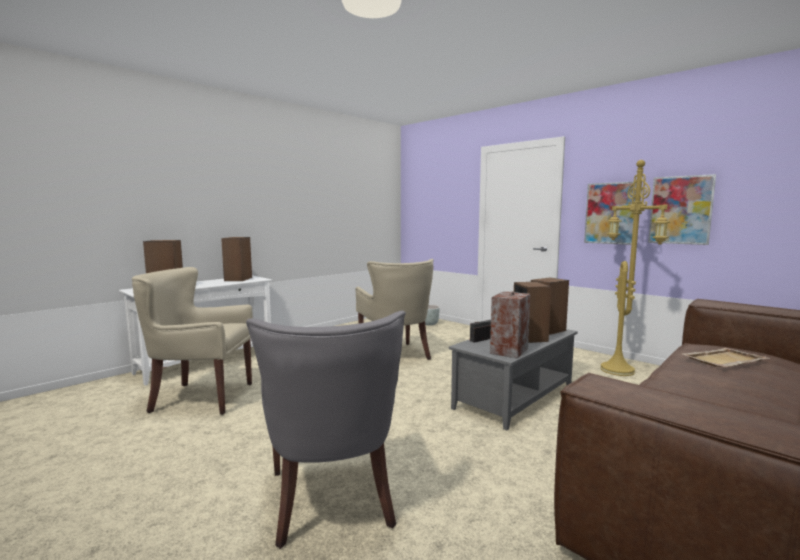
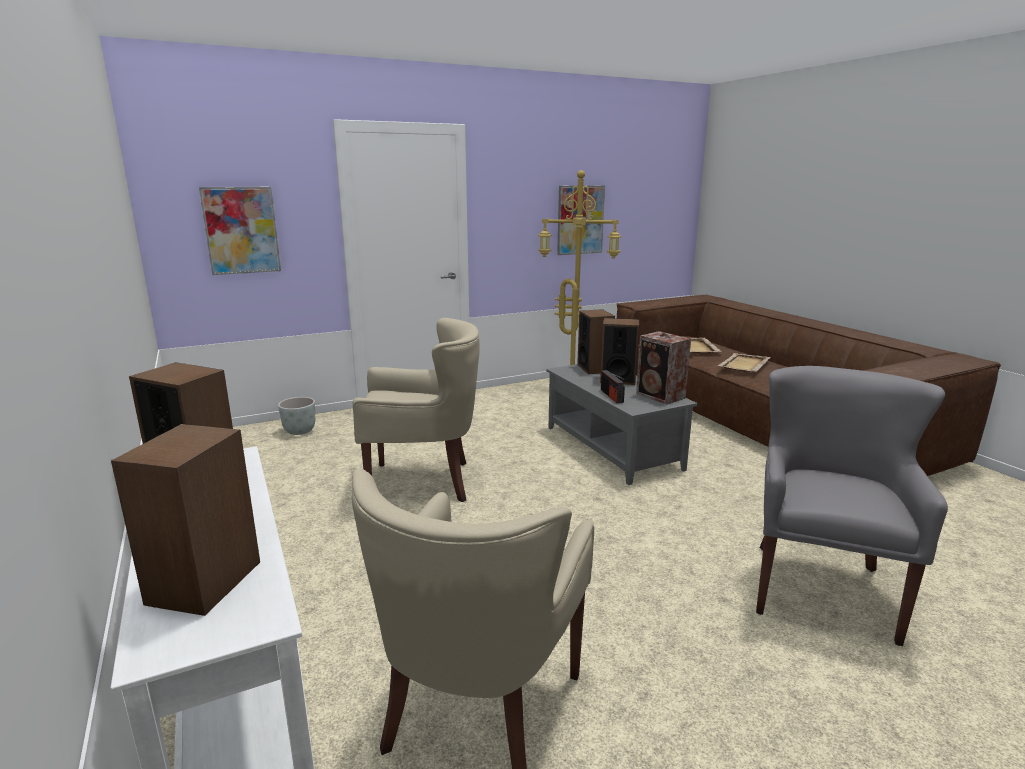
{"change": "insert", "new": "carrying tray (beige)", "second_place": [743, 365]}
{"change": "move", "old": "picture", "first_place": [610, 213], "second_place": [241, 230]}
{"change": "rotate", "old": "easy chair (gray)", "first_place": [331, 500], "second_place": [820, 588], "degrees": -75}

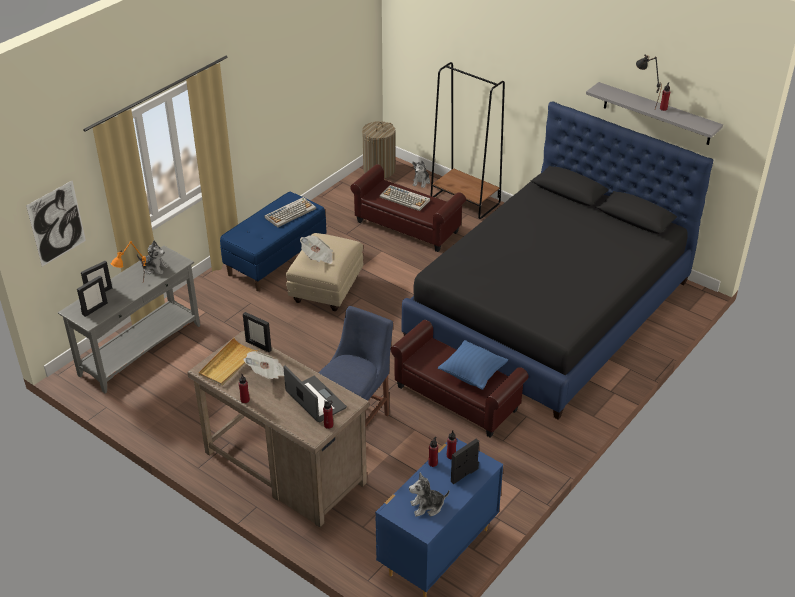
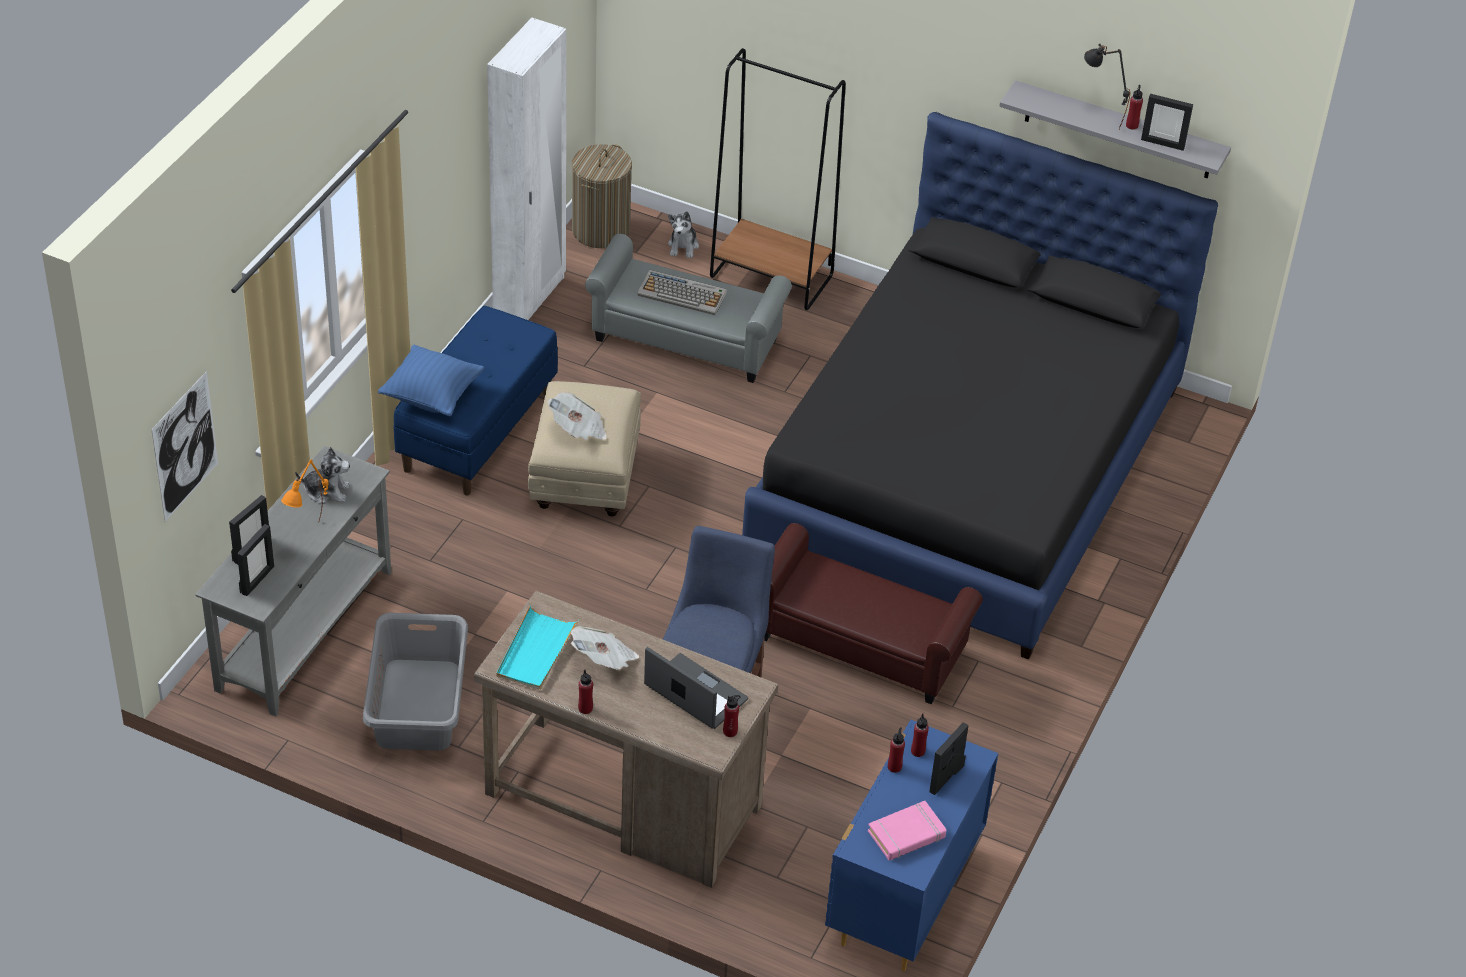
{"change": "delete", "old": "keyboard", "first_place": [290, 213]}
{"change": "insert", "new": "washing basket (gray)", "second_place": [419, 704]}
{"change": "insert", "new": "wardrobe (whitish)", "second_place": [530, 297]}
{"change": "move", "old": "picture frame", "first_place": [259, 345], "second_place": [1163, 143]}
{"change": "move", "old": "pillow (blue-coloured)", "first_place": [472, 375], "second_place": [432, 396]}
{"change": "replace", "old": "plush toy", "new": "book (pink-coloured)", "first_place": [427, 506], "second_place": [907, 835]}
{"change": "recolor", "old": "carrying tray (beige)", "new": "carrying tray (turquoise-coloured)", "first_place": [228, 364], "second_place": [536, 651]}
{"change": "recolor", "old": "ottoman (brown)", "new": "ottoman (gray)", "first_place": [407, 227], "second_place": [686, 340]}

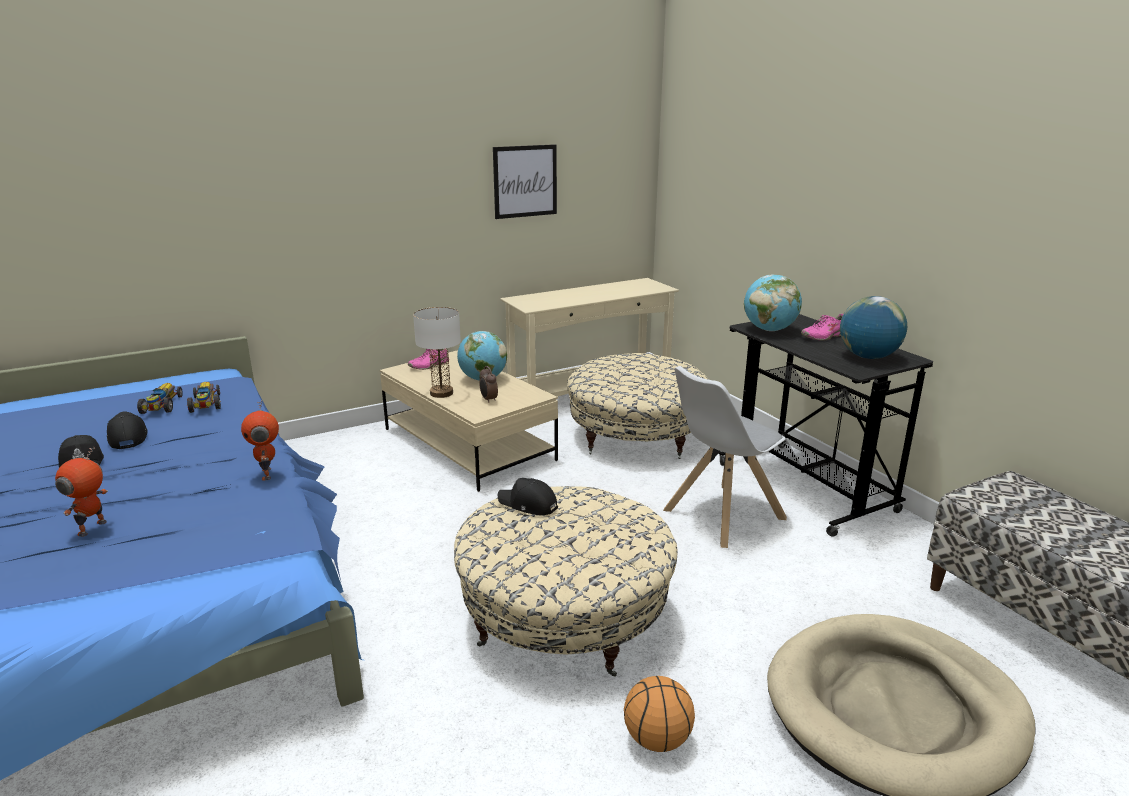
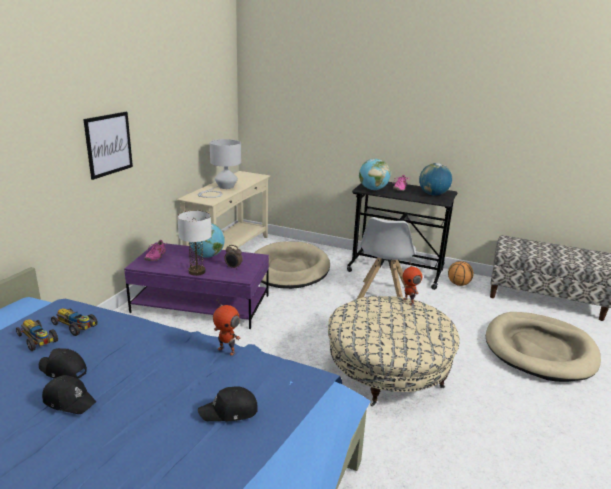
{"change": "insert", "new": "lamp for a table (whitish)", "second_place": [220, 189]}
{"change": "move", "old": "toy robot", "first_place": [93, 528], "second_place": [409, 301]}
{"change": "move", "old": "picture", "first_place": [525, 181], "second_place": [109, 144]}
{"change": "move", "old": "baseball cap (blackish)", "first_place": [528, 504], "second_place": [229, 411]}
{"change": "move", "old": "basketball", "first_place": [658, 740], "second_place": [459, 284]}
{"change": "replace", "old": "ottoman (beige)", "new": "dog bed (beige)", "first_place": [636, 436], "second_place": [289, 269]}
{"change": "recolor", "old": "coffee table (beige)", "new": "coffee table (purple)", "first_place": [468, 444], "second_place": [201, 304]}

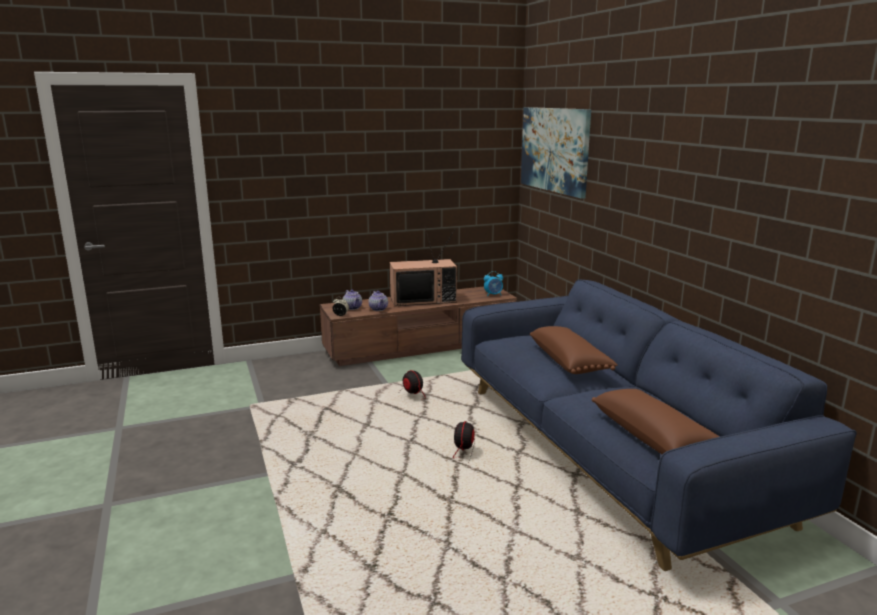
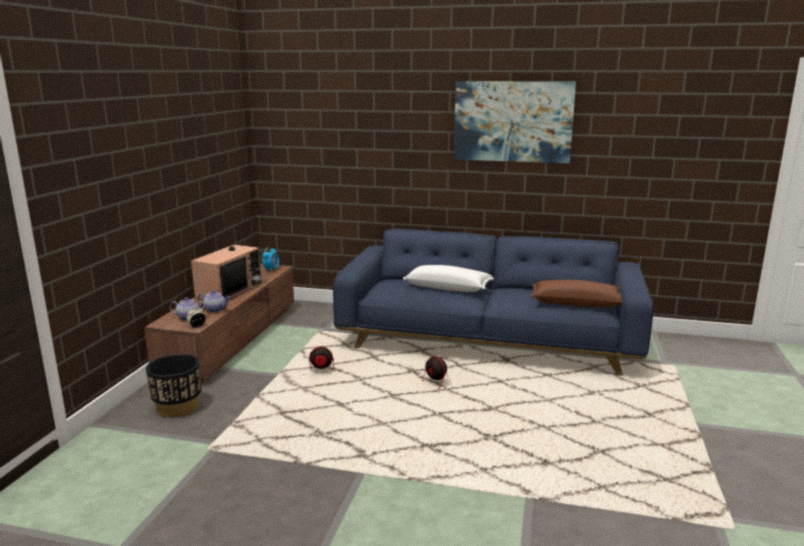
{"change": "insert", "new": "flower pot (blackish)", "second_place": [178, 407]}
{"change": "move", "old": "picture", "first_place": [554, 149], "second_place": [512, 121]}
{"change": "recolor", "old": "pillow (brown)", "new": "pillow (whitish)", "first_place": [570, 362], "second_place": [448, 288]}

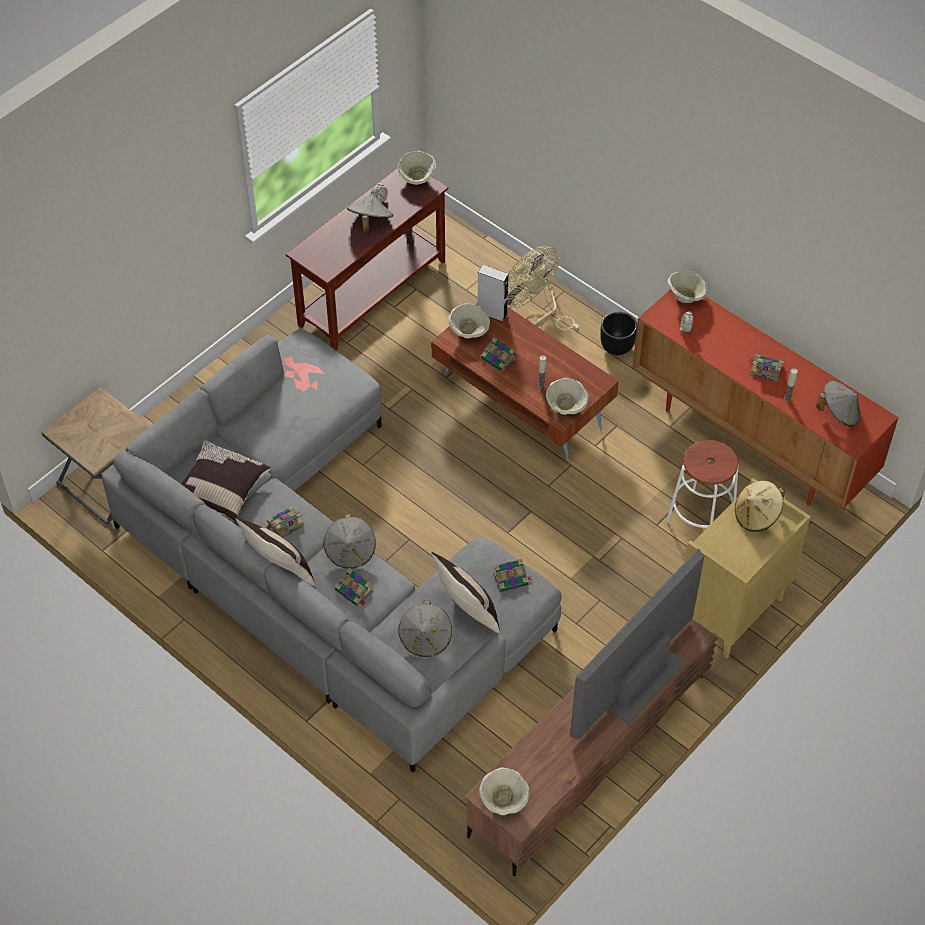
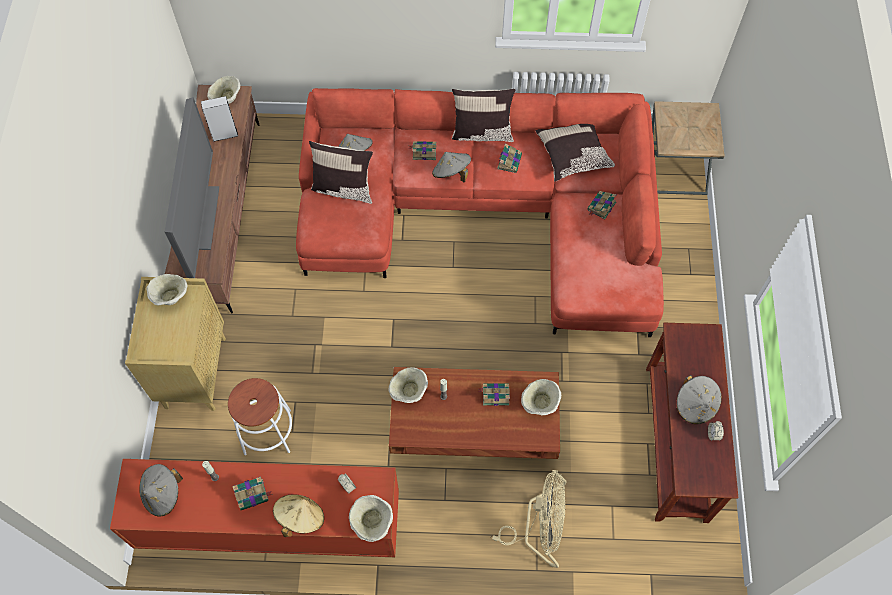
{"change": "delete", "old": "flower pot (blackish)", "first_place": [617, 348]}
{"change": "move", "old": "serving bowl (beige)", "first_place": [417, 179], "second_place": [170, 296]}
{"change": "move", "old": "speaker (gray)", "first_place": [492, 313], "second_place": [224, 135]}
{"change": "move", "old": "book", "first_place": [511, 579], "second_place": [601, 207]}
{"change": "move", "old": "hat (beige)", "first_place": [757, 515], "second_place": [300, 518]}
{"change": "recolor", "old": "sofa (gray)", "new": "sofa (red)", "first_place": [322, 567], "second_place": [488, 210]}

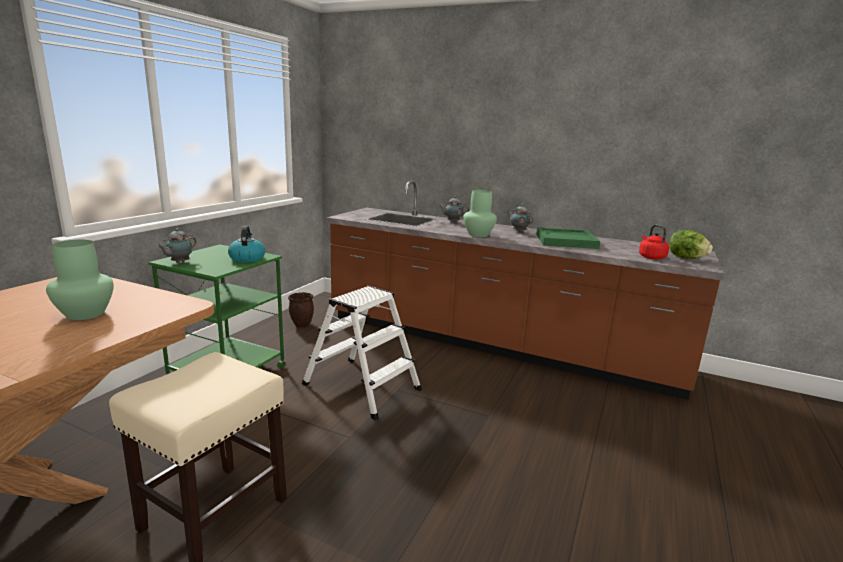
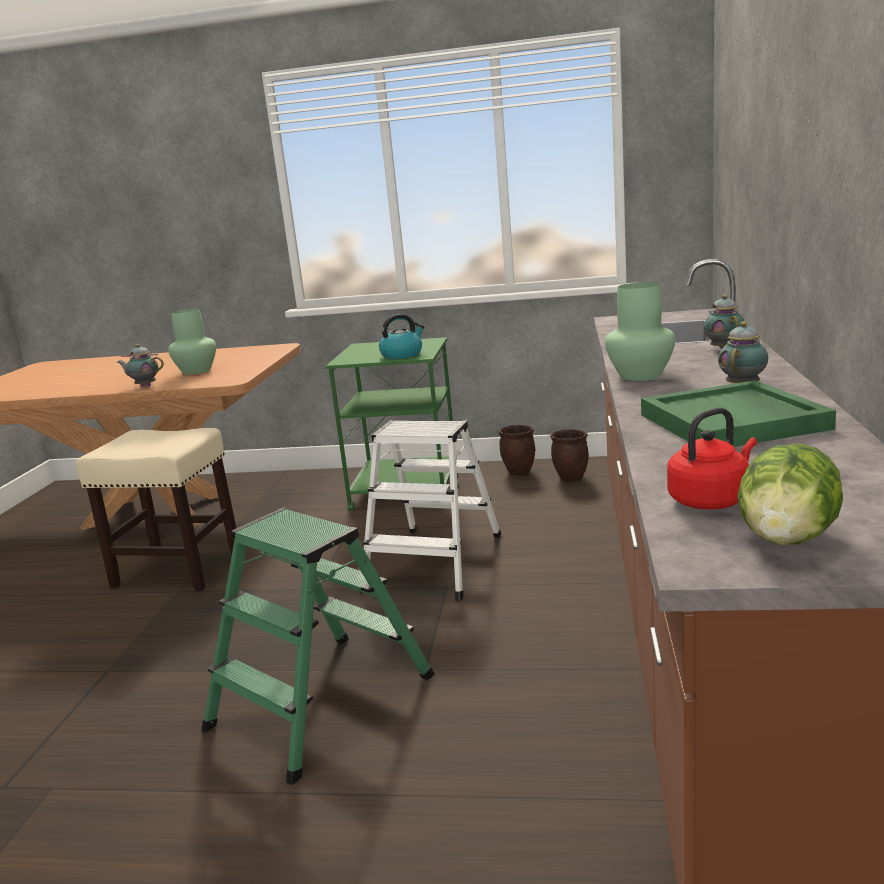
{"change": "insert", "new": "step ladder (green-coloured)", "second_place": [322, 701]}
{"change": "insert", "new": "flower pot (brown)", "second_place": [519, 471]}
{"change": "move", "old": "tea pot", "first_place": [179, 262], "second_place": [144, 386]}

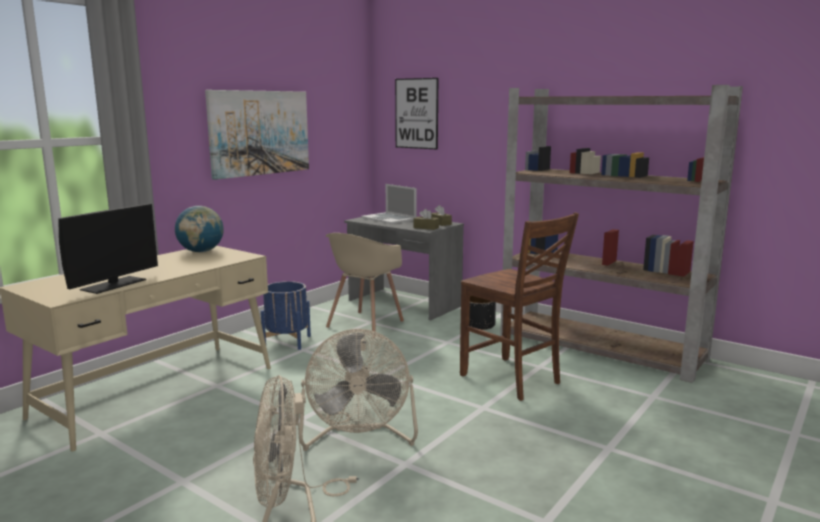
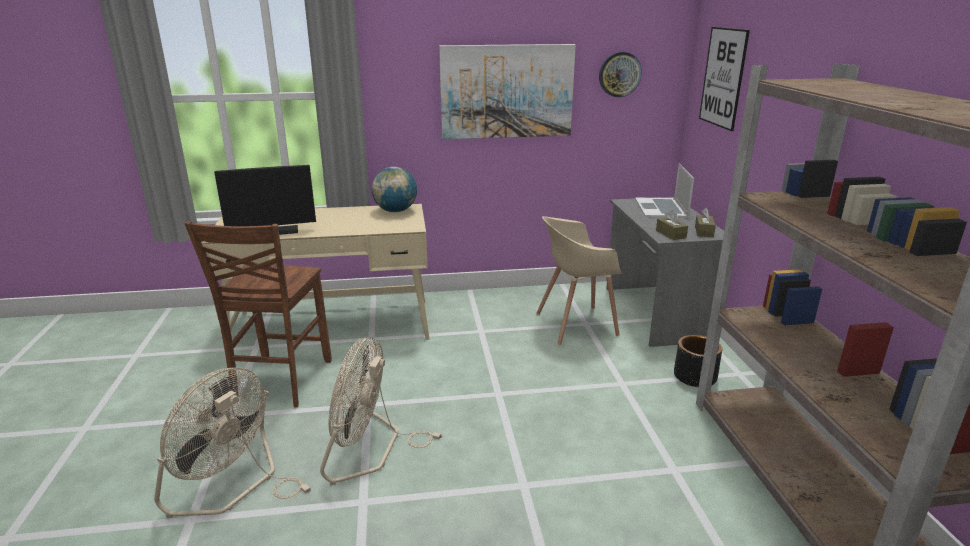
{"change": "delete", "old": "flower pot (blue-coloured)", "first_place": [287, 342]}
{"change": "insert", "new": "hanging clock", "second_place": [619, 74]}
{"change": "move", "old": "plain chair (brown)", "first_place": [511, 379], "second_place": [280, 382]}
{"change": "rotate", "old": "cooling fan (beige)", "first_place": [354, 436], "second_place": [375, 446], "degrees": 60}

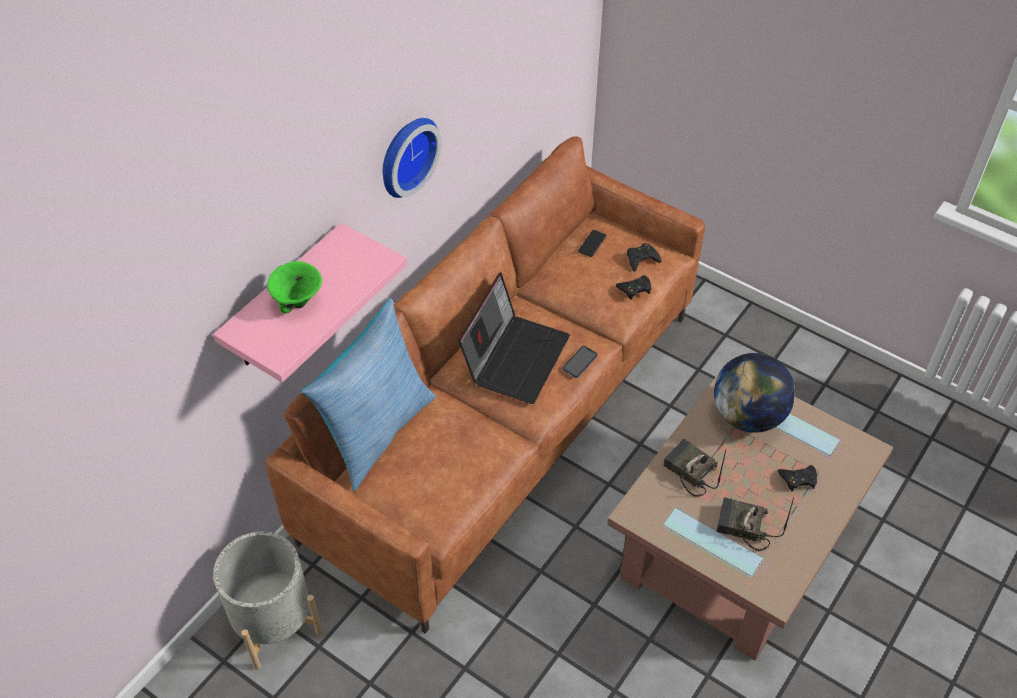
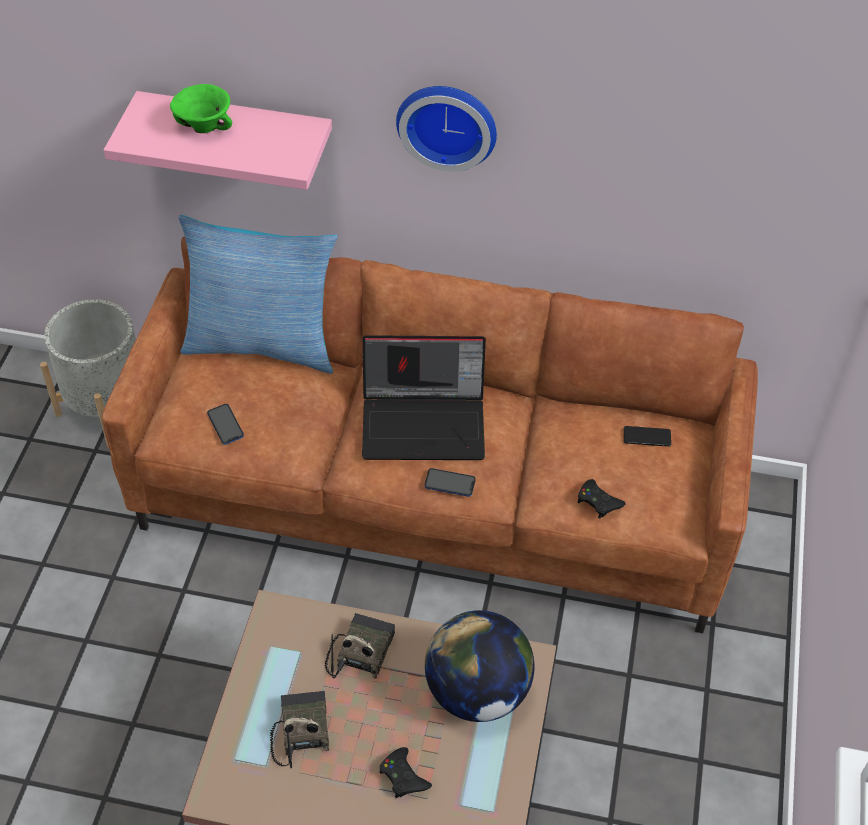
{"change": "delete", "old": "gamepad (blackish)", "first_place": [641, 259]}
{"change": "insert", "new": "phone", "second_place": [225, 425]}

